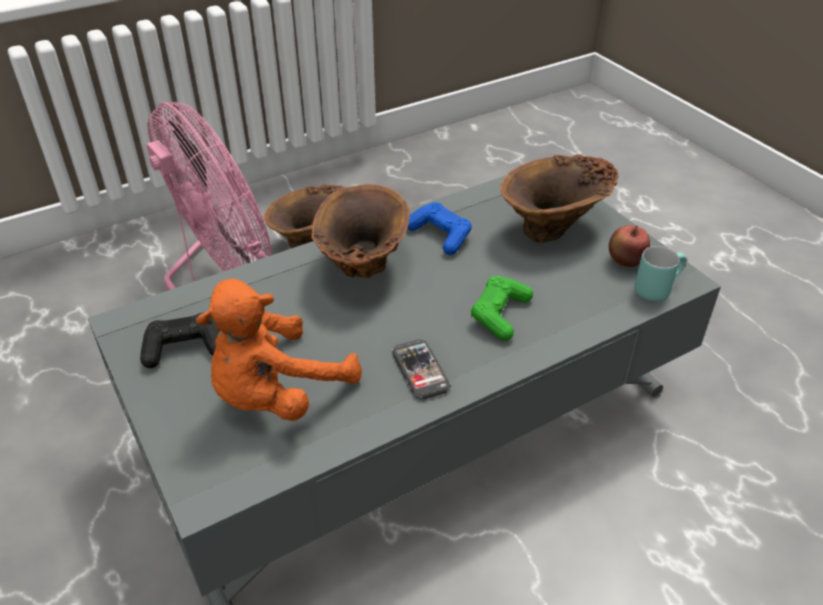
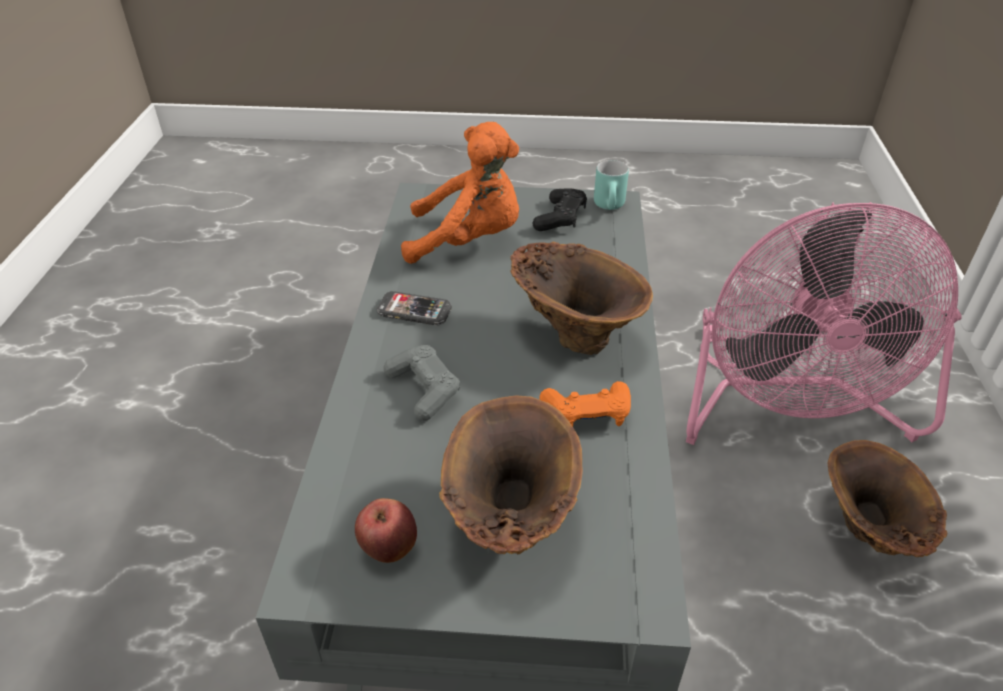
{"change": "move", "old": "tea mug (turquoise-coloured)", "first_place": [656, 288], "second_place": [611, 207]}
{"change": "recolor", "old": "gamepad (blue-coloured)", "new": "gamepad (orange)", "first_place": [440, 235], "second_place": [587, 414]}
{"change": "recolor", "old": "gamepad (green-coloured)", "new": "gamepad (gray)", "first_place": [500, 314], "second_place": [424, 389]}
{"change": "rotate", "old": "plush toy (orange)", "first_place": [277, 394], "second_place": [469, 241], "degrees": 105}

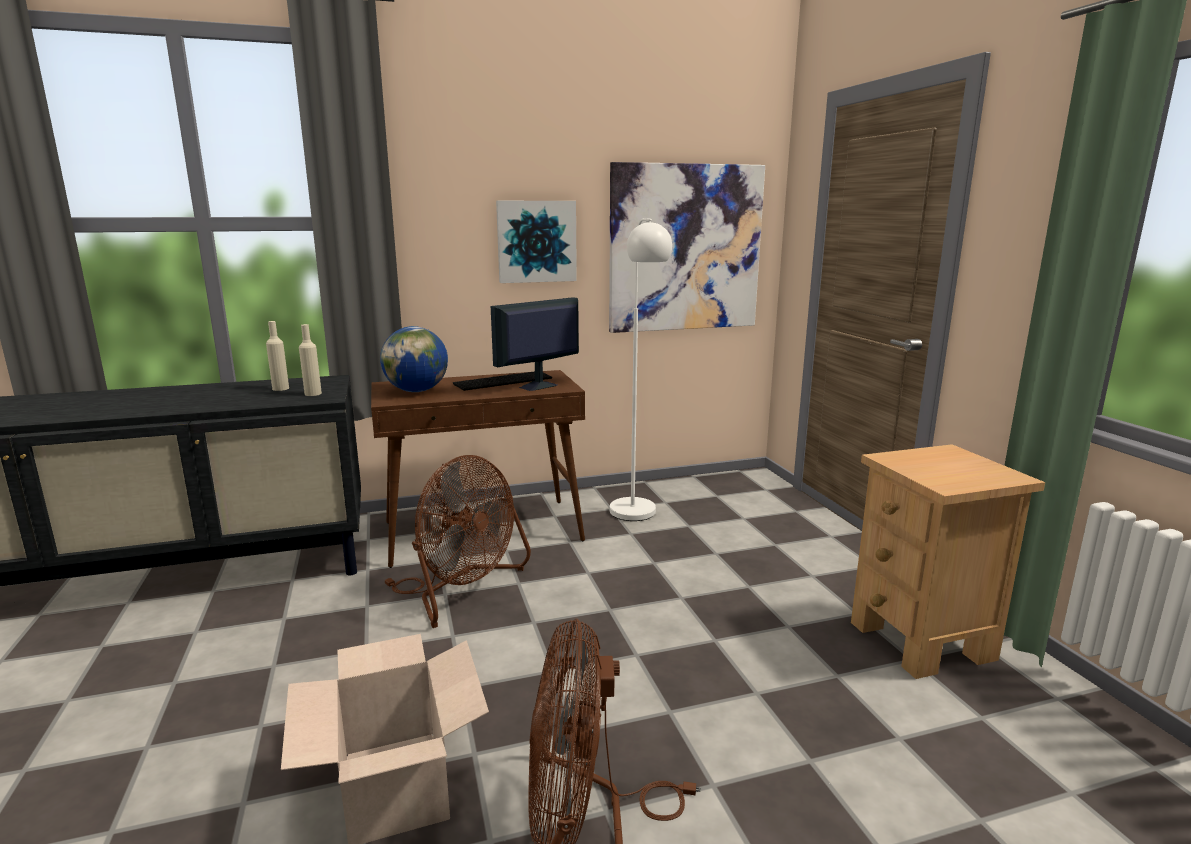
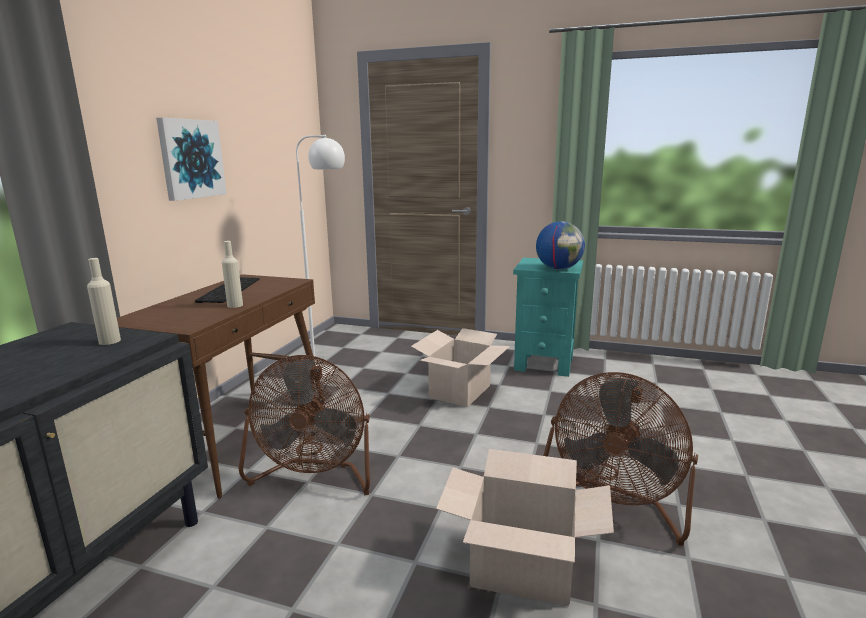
{"change": "delete", "old": "computer display", "first_place": [538, 386]}
{"change": "delete", "old": "picture", "first_place": [685, 248]}
{"change": "insert", "new": "carton", "second_place": [459, 391]}
{"change": "move", "old": "beverage bottle (beige)", "first_place": [280, 388], "second_place": [235, 305]}
{"change": "move", "old": "globe", "first_place": [417, 391], "second_place": [558, 268]}
{"change": "recolor", "old": "nightstand (beige)", "new": "nightstand (turquoise-coloured)", "first_place": [920, 642], "second_place": [544, 363]}
{"change": "rotate", "old": "cooling fan (brown)", "first_place": [458, 590], "second_place": [312, 474], "degrees": 120}

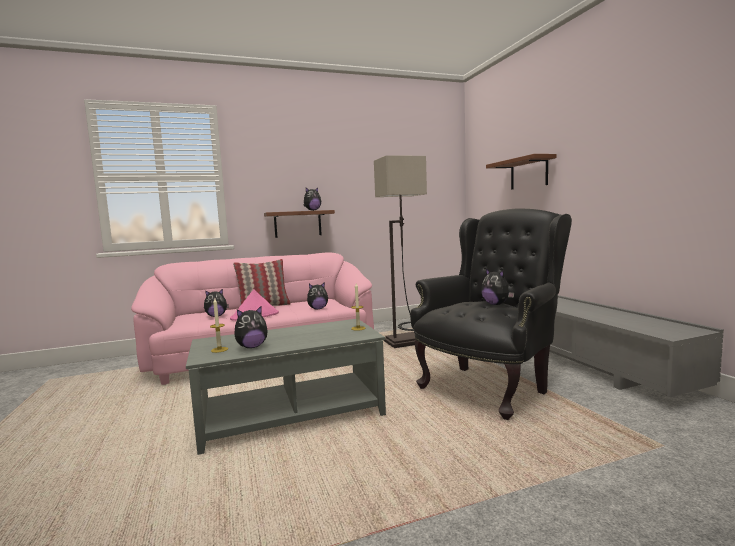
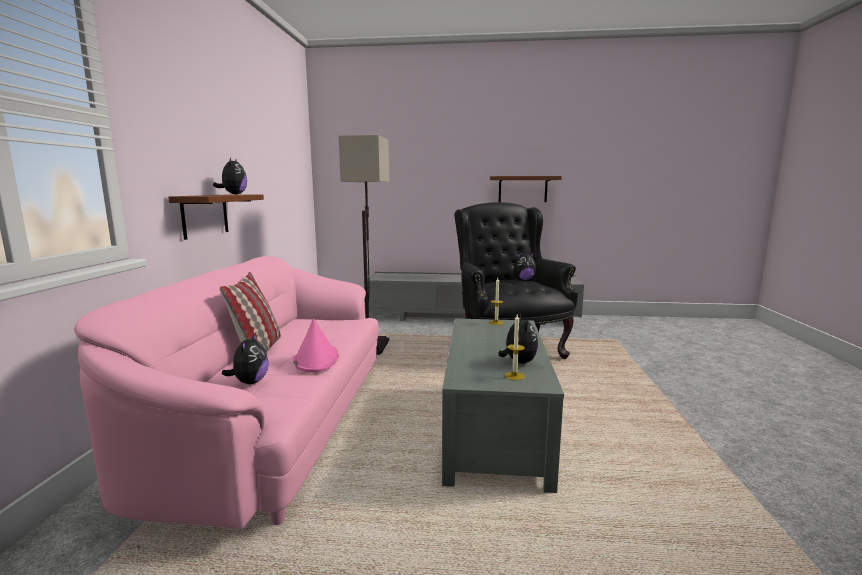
{"change": "delete", "old": "plush toy", "first_place": [318, 309]}
{"change": "move", "old": "wall shelf (brown)", "first_place": [529, 173], "second_place": [522, 189]}

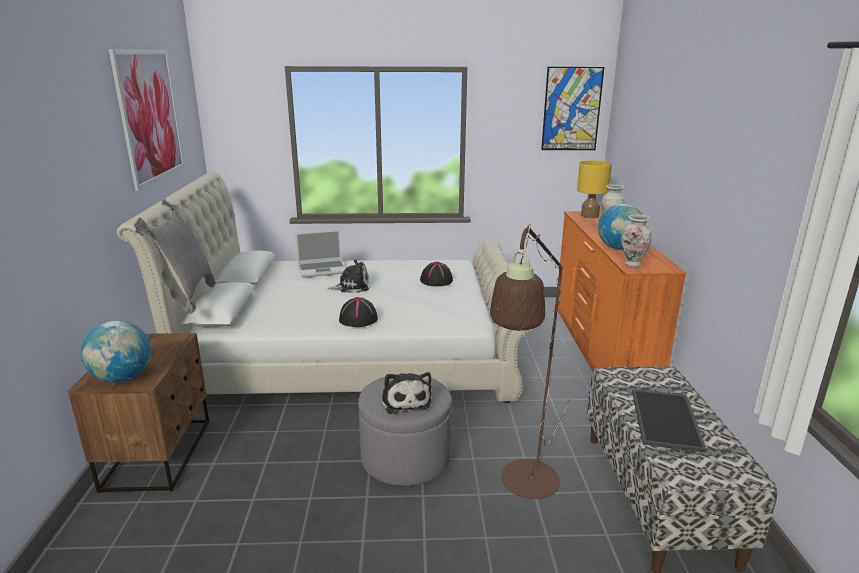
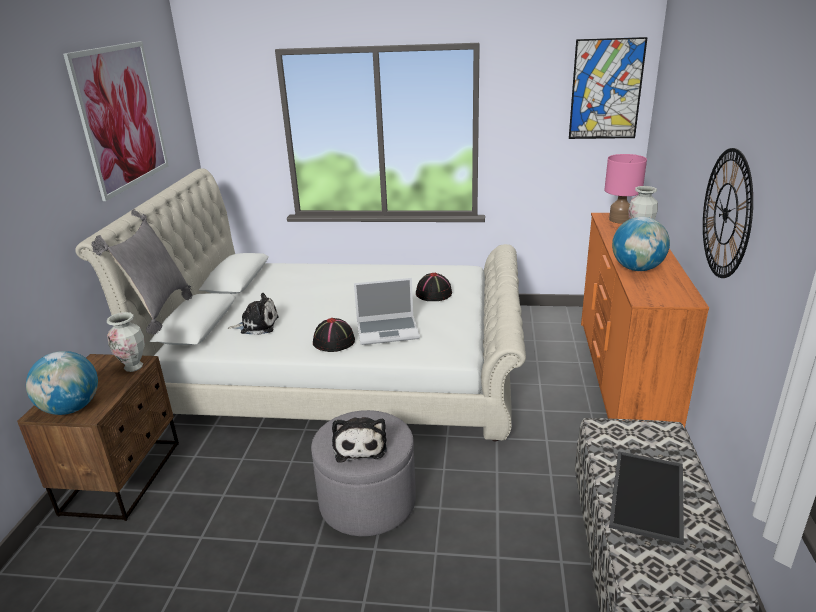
{"change": "delete", "old": "standard lamp (brown)", "first_place": [526, 488]}
{"change": "insert", "new": "hanging clock", "second_place": [726, 214]}
{"change": "move", "old": "laptop", "first_place": [322, 269], "second_place": [388, 331]}
{"change": "move", "old": "plush toy", "first_place": [352, 286], "second_place": [257, 325]}
{"change": "move", "old": "vase", "first_place": [633, 264], "second_place": [134, 367]}
{"change": "recolor", "old": "lamp for a table (yellow)", "new": "lamp for a table (pink-coloured)", "first_place": [590, 216], "second_place": [620, 220]}

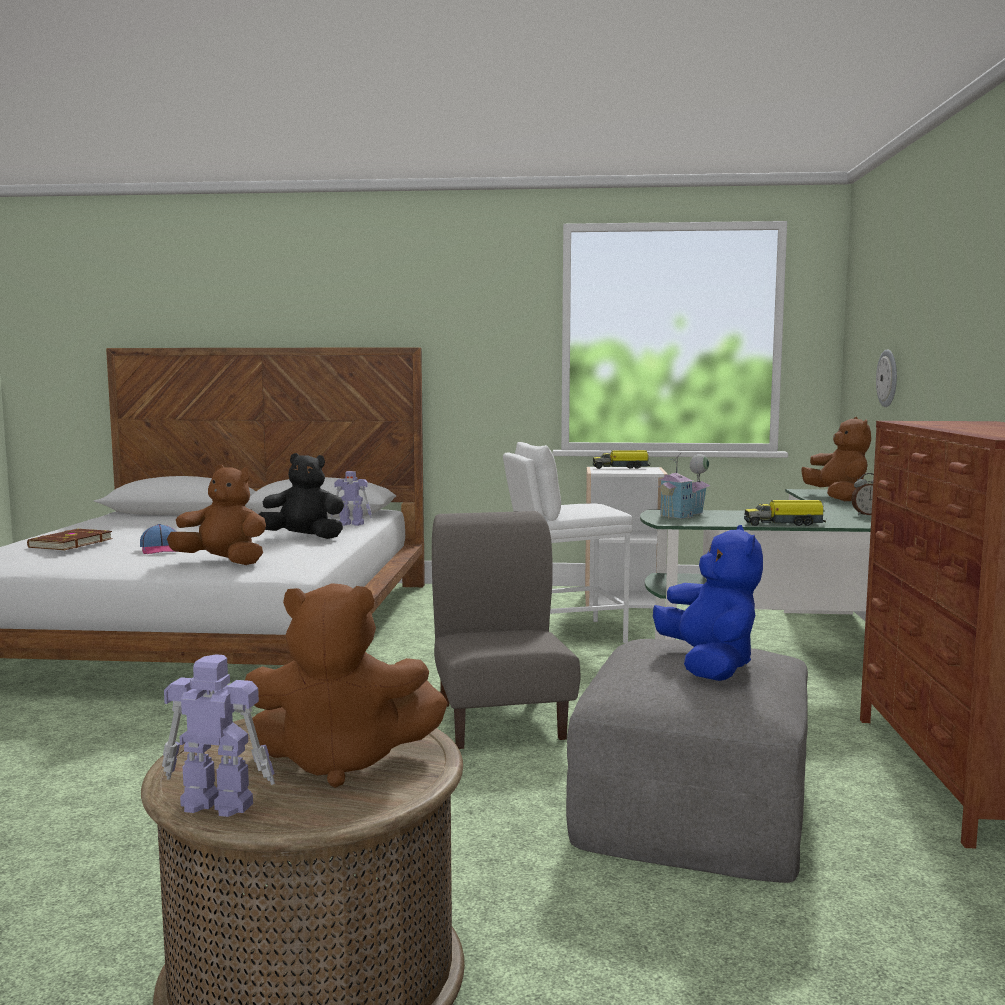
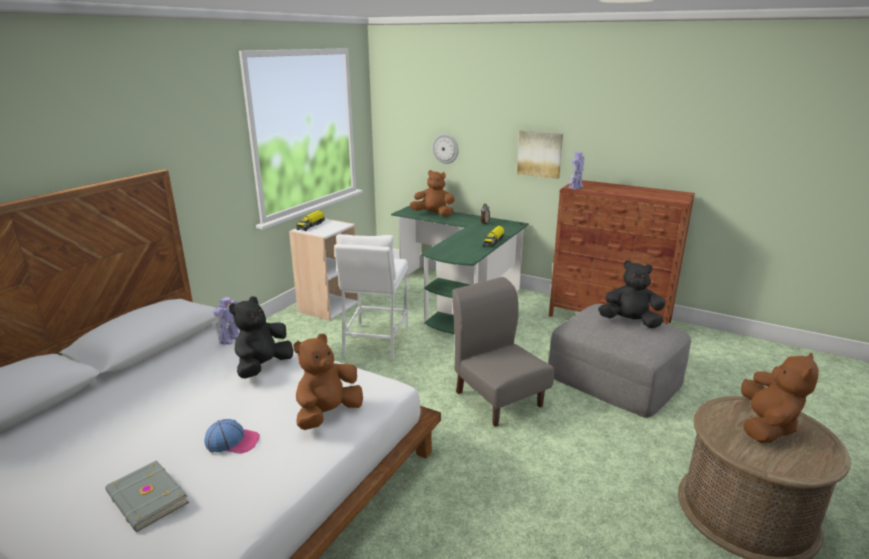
{"change": "delete", "old": "miniature house", "first_place": [684, 514]}
{"change": "insert", "new": "picture", "second_place": [540, 154]}
{"change": "move", "old": "toy robot", "first_place": [216, 803], "second_place": [575, 187]}
{"change": "recolor", "old": "book (brown)", "new": "book (gray)", "first_place": [69, 543], "second_place": [146, 499]}
{"change": "recolor", "old": "plush toy (blue-coloured)", "new": "plush toy (blackish)", "first_place": [709, 665], "second_place": [630, 322]}
{"change": "rotate", "old": "plain chair (gray)", "first_place": [501, 720], "second_place": [498, 398], "degrees": 45}

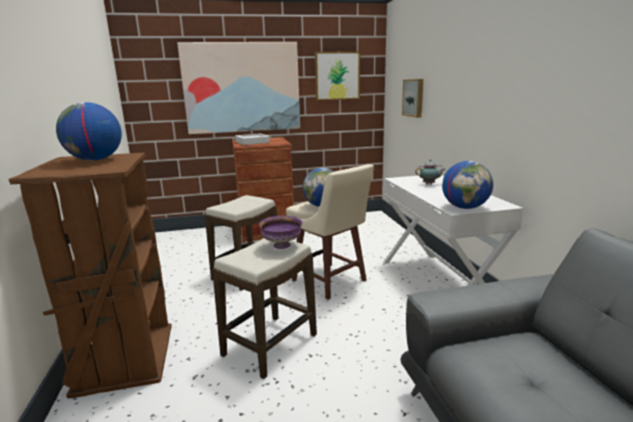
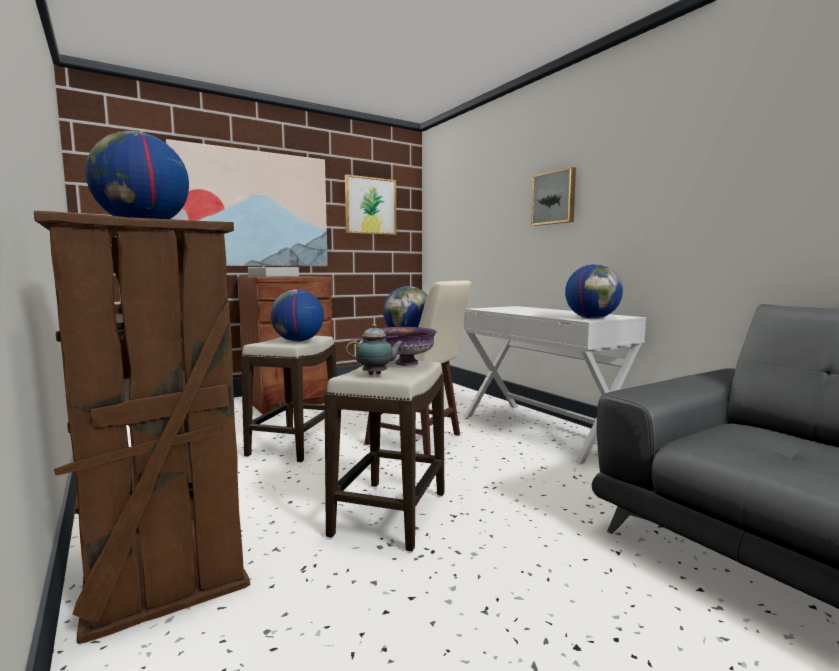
{"change": "insert", "new": "globe", "second_place": [298, 341]}
{"change": "move", "old": "picture", "first_place": [414, 98], "second_place": [554, 198]}
{"change": "move", "old": "tea pot", "first_place": [429, 184], "second_place": [376, 374]}

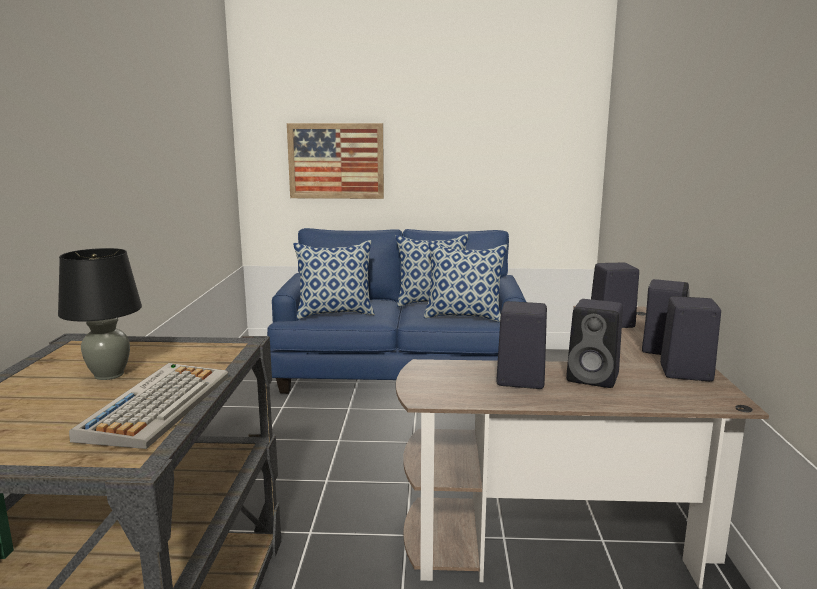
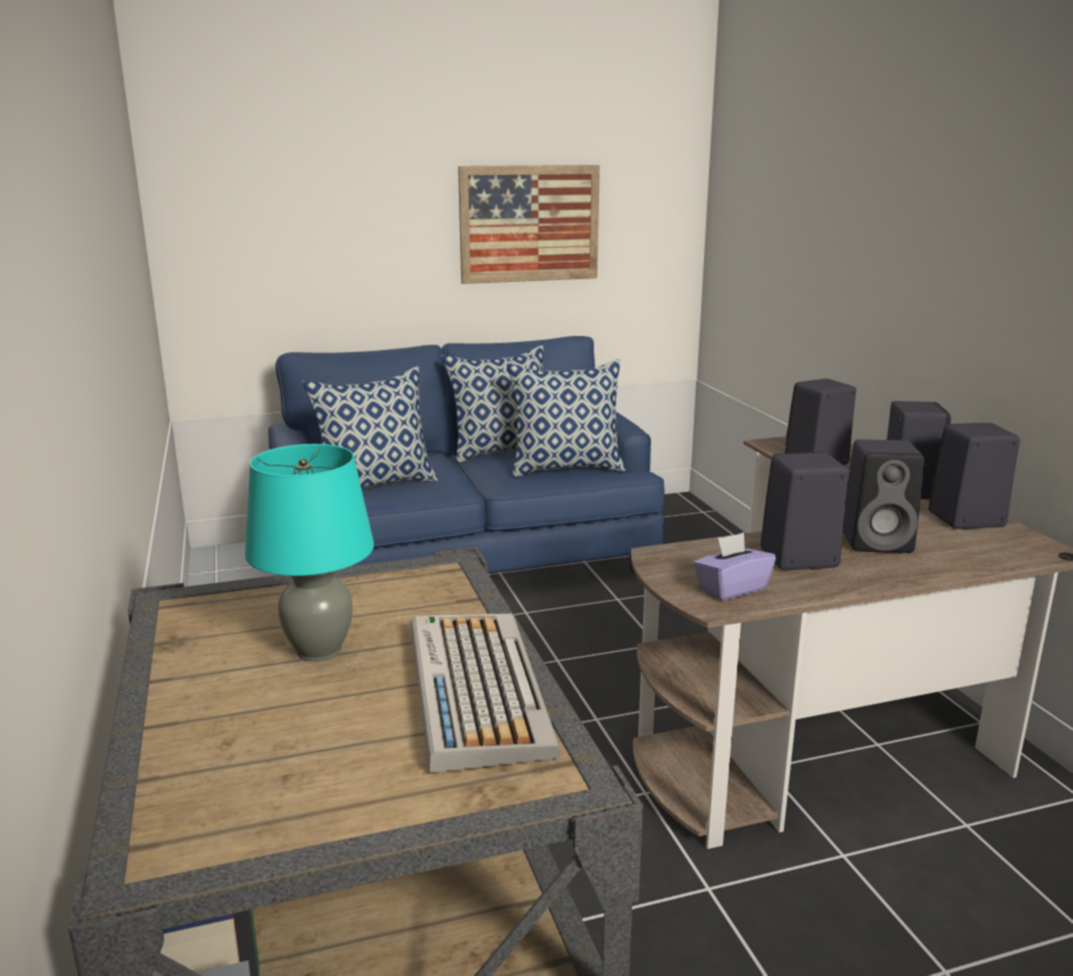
{"change": "insert", "new": "tissue box (purple)", "second_place": [731, 588]}
{"change": "move", "old": "picture", "first_place": [336, 161], "second_place": [529, 224]}
{"change": "recolor", "old": "lamp for a table (blackish)", "new": "lamp for a table (turquoise-coloured)", "first_place": [108, 375], "second_place": [318, 650]}

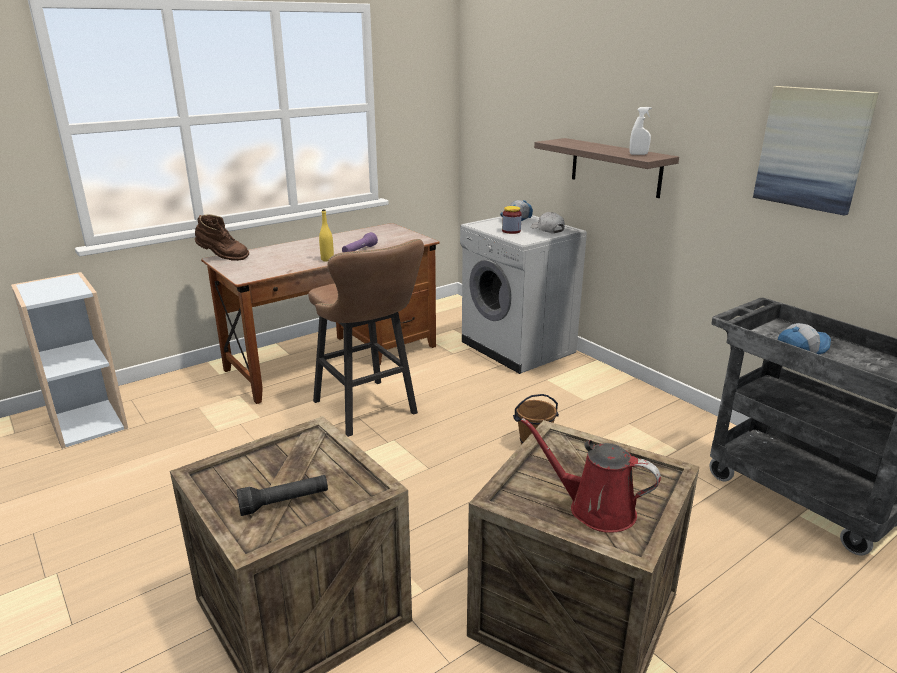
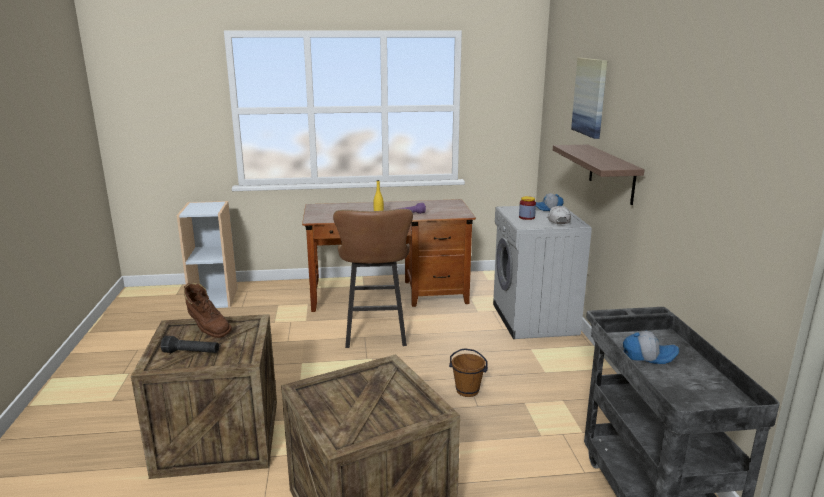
{"change": "delete", "old": "watering can (red)", "first_place": [595, 509]}
{"change": "delete", "old": "sprayer (whitish)", "first_place": [638, 154]}
{"change": "move", "old": "tall boot (brown)", "first_place": [222, 258], "second_place": [207, 329]}
{"change": "move", "old": "picture", "first_place": [812, 149], "second_place": [590, 97]}

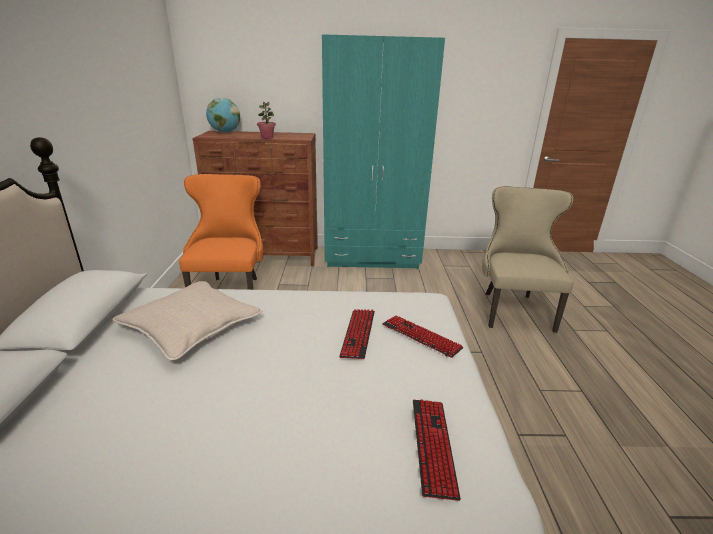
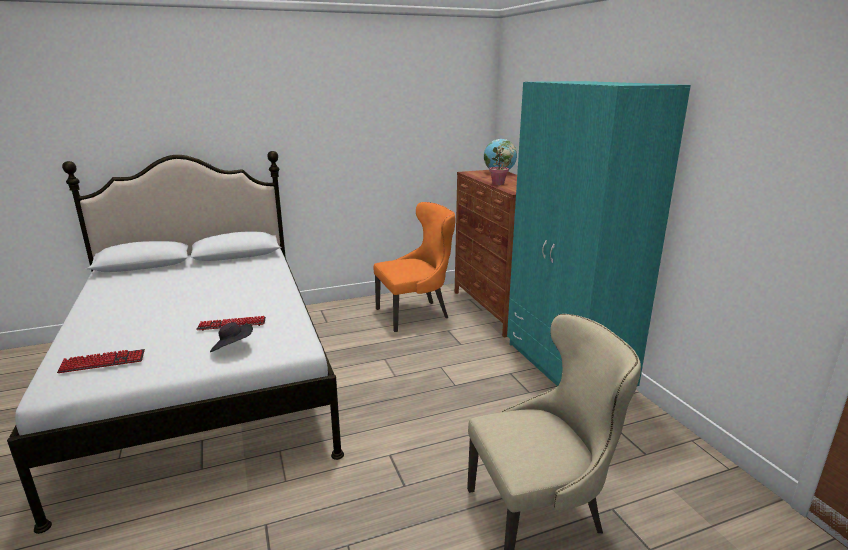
{"change": "delete", "old": "pillow (beige)", "first_place": [191, 325]}
{"change": "replace", "old": "keyboard", "new": "hat (blackish)", "first_place": [421, 337], "second_place": [232, 348]}

